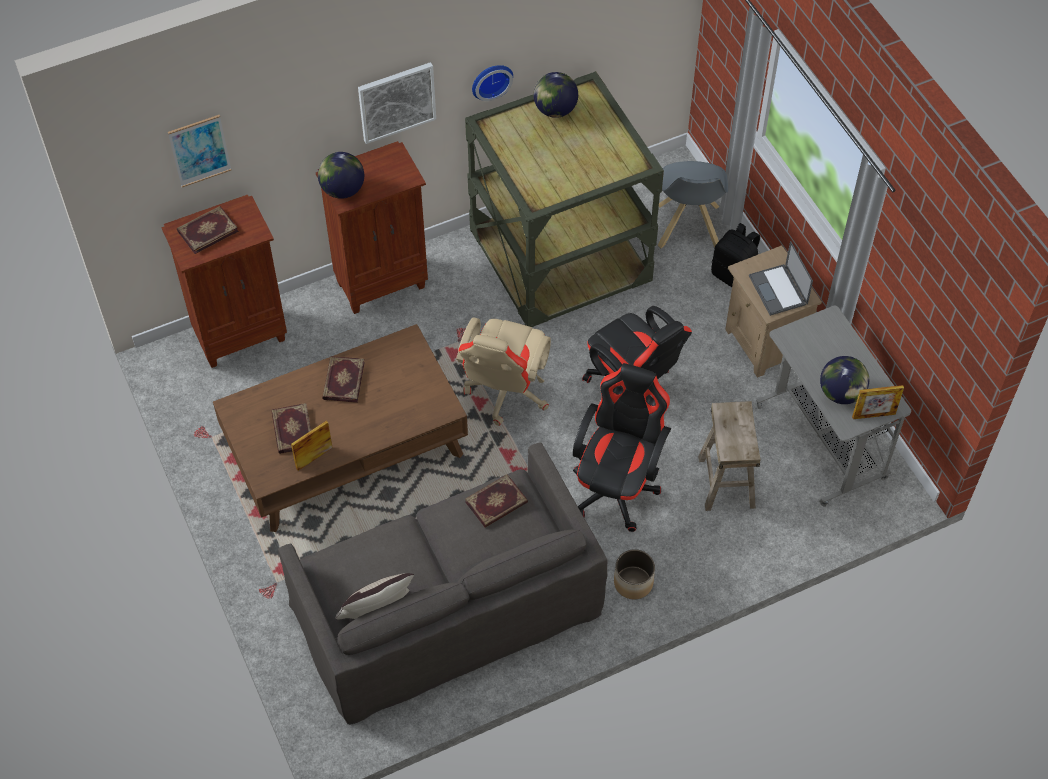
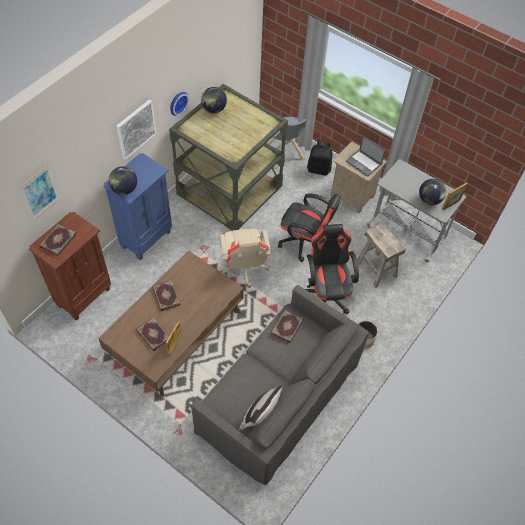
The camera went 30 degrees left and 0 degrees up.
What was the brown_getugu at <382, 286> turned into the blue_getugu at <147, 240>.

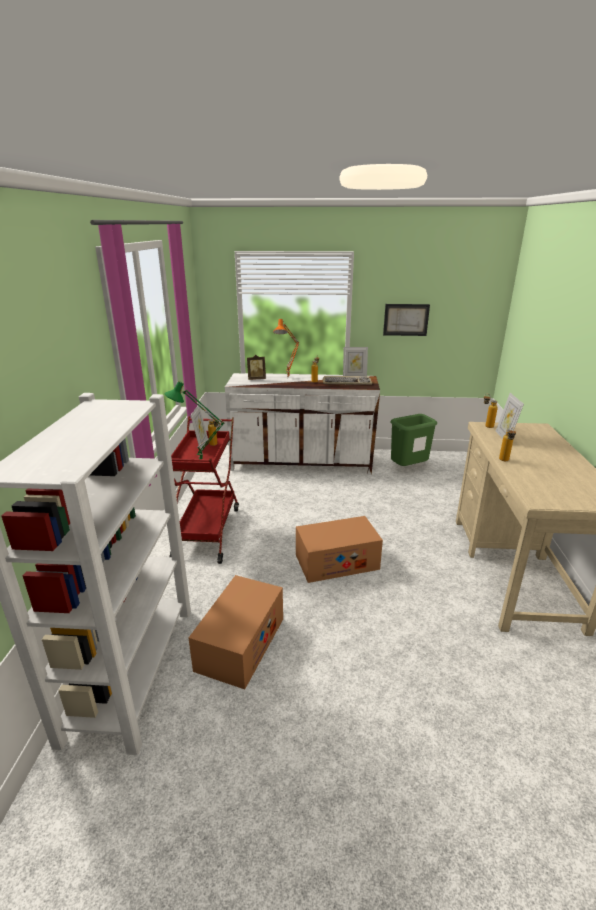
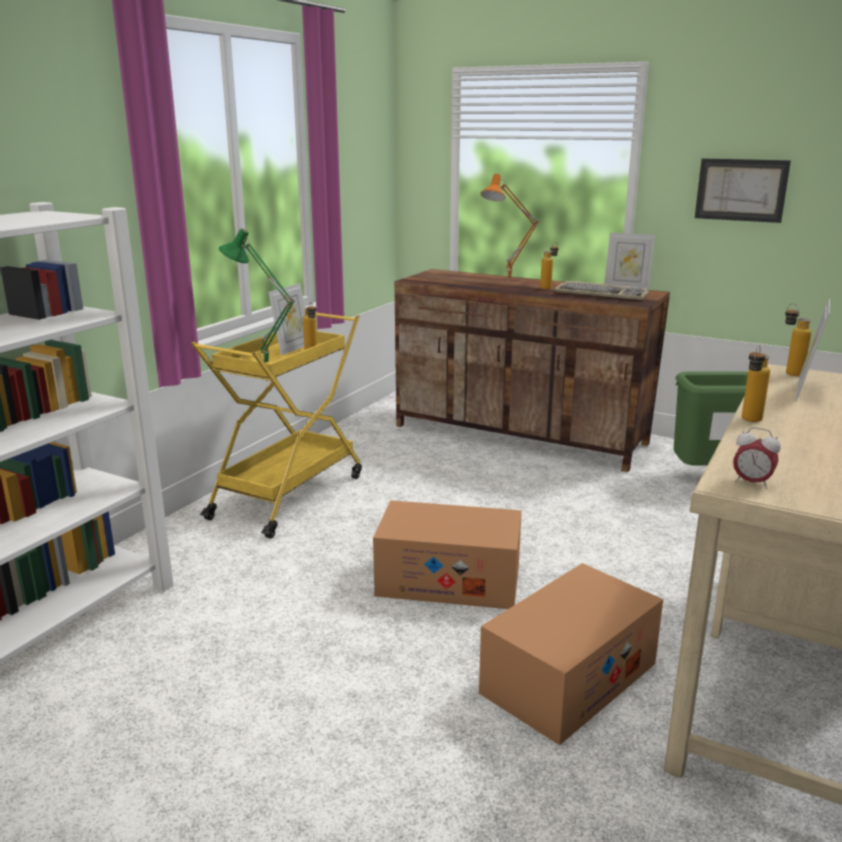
The camera went 25 degrees right and 5 degrees down.
The second view lost the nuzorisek at <256, 379>.
The second view gained the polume at <751, 483>.
The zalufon ended up elsewhere, having gone from <240, 644> to <569, 678>.
What was the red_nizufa at <208, 533> turned into the yellow_nizufa at <289, 496>.
What was the white_getugu at <302, 463> turned into the brown_getugu at <520, 436>.

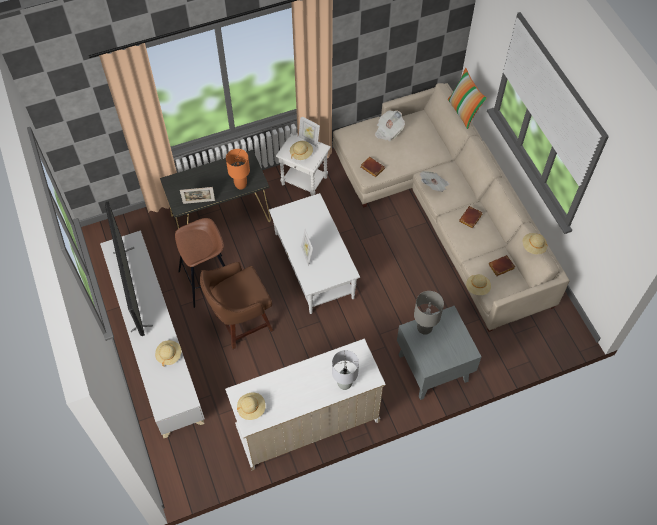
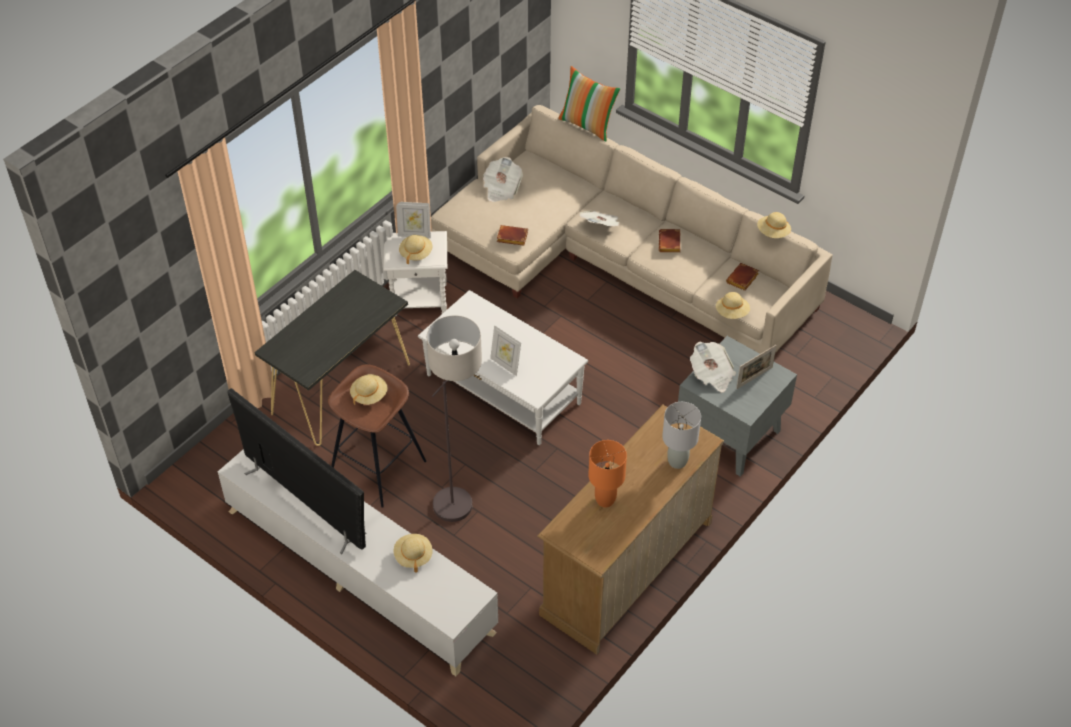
The camera went 30 degrees left and 10 degrees down.
The nuzorisek ended up elsewhere, having gone from <199, 202> to <754, 378>.
The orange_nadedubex ended up elsewhere, having gone from <241, 185> to <605, 500>.
The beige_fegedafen ended up elsewhere, having gone from <251, 408> to <369, 395>.
Where the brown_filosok stood at <241, 324>, the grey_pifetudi came to stand at <459, 497>.
Where the grey_nadedubex stood at <424, 329>, the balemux came to stand at <712, 375>.
What was the white_getugu at <306, 423> turned into the brown_getugu at <625, 568>.

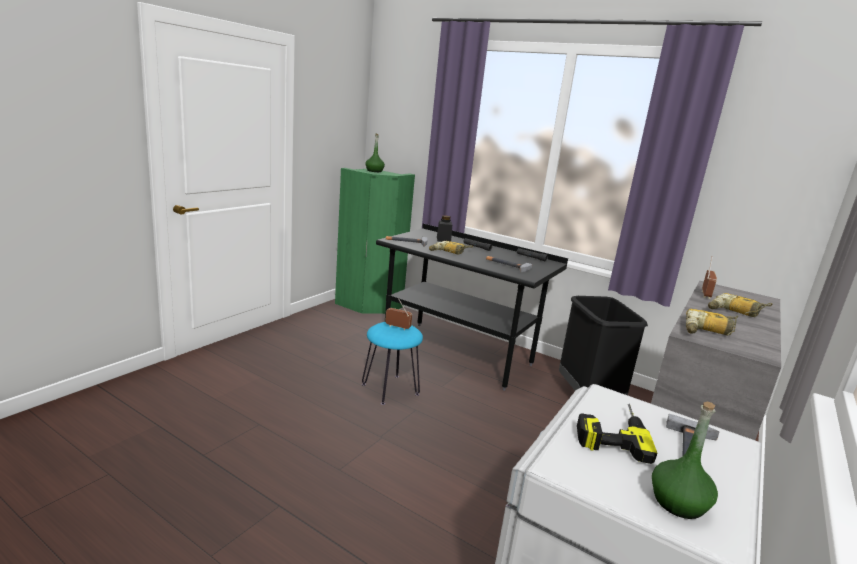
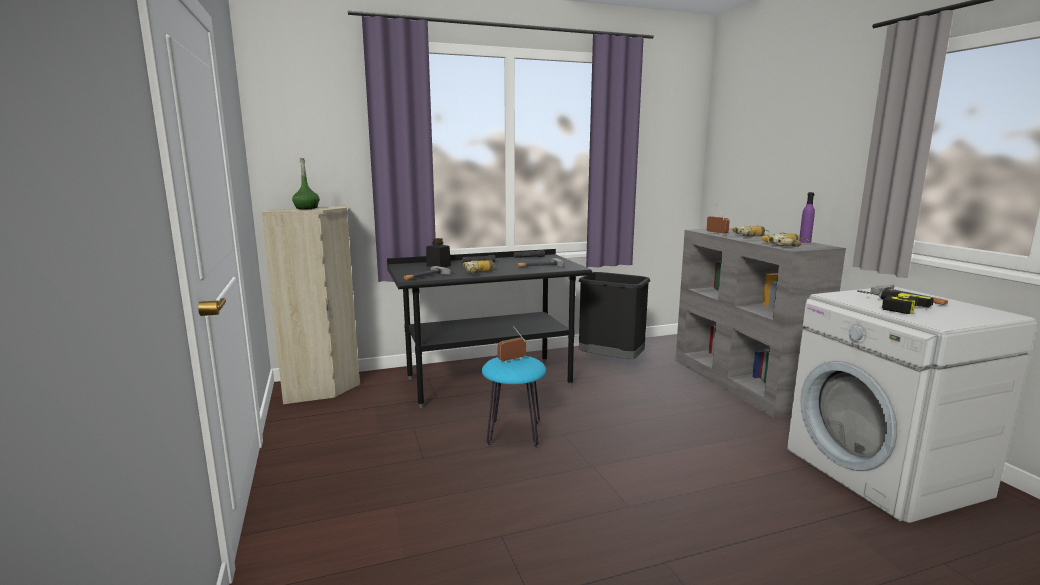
The camera went 50 degrees left and 5 degrees down.
The second view lost the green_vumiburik at <678, 503>.
The second view gained the purple_vumiburik at <804, 242>.
What was the green_getugu at <369, 304> turned into the beige_getugu at <322, 387>.

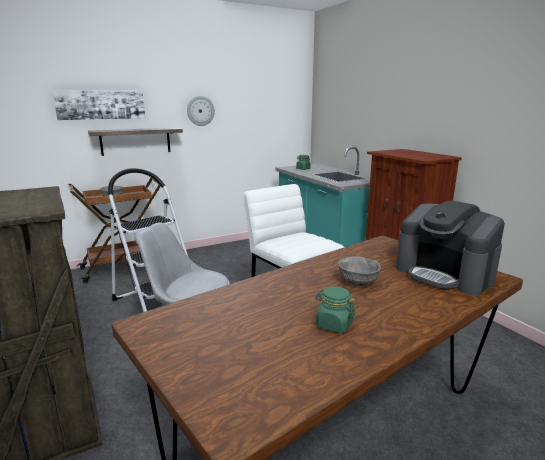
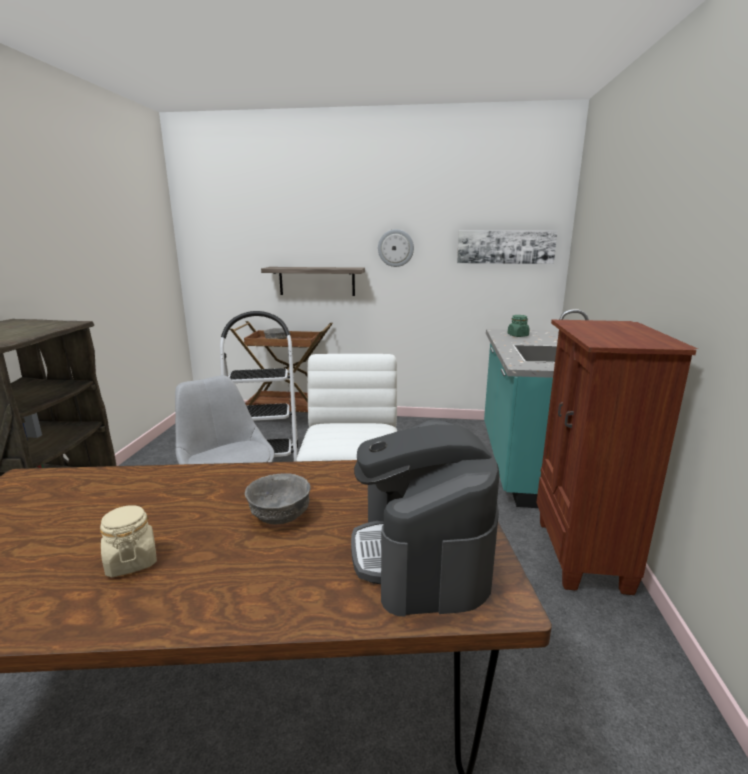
The camera went 35 degrees right and 0 degrees up.
The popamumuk ended up elsewhere, having gone from <101, 104> to <505, 247>.
What was the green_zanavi at <334, 325> turned into the beige_zanavi at <131, 561>.

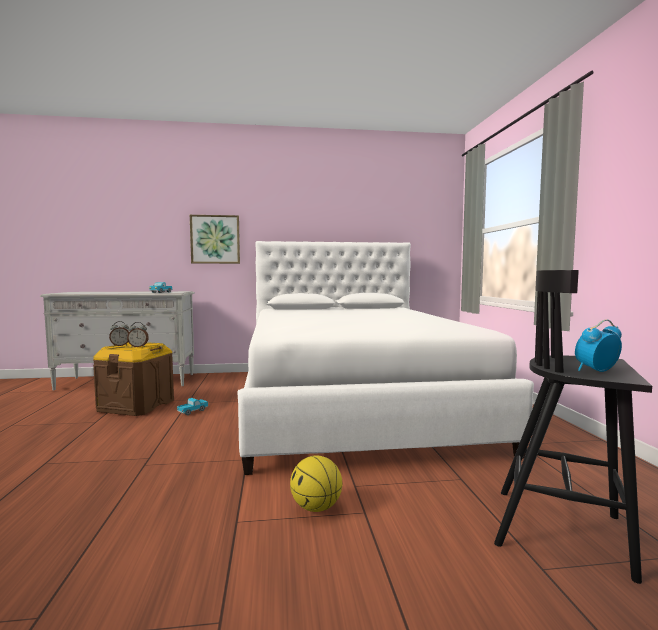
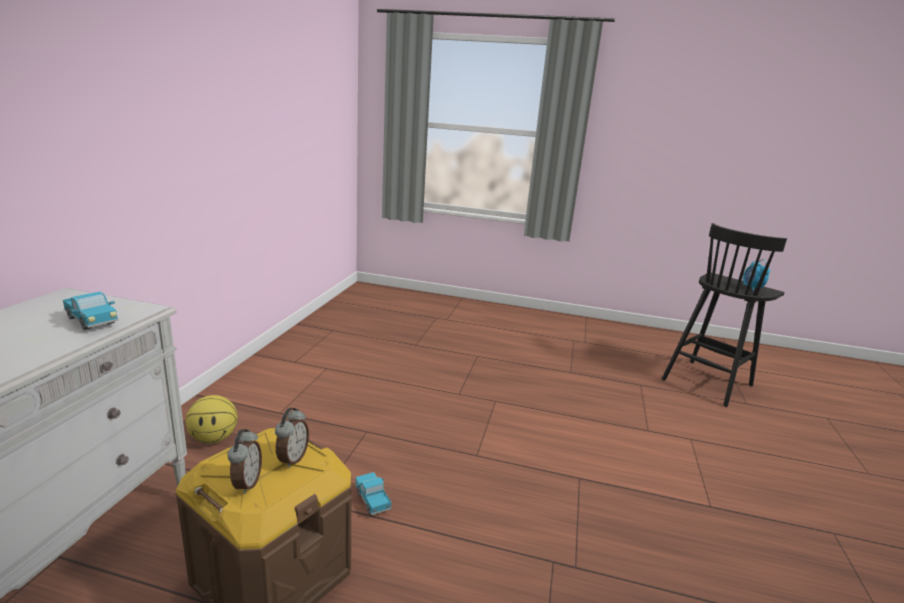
The camera went 70 degrees left and 15 degrees up.
The second view lost the popamumuk at <215, 239>.
The second view lost the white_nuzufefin at <353, 402>.
The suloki ended up elsewhere, having gone from <316, 508> to <214, 438>.

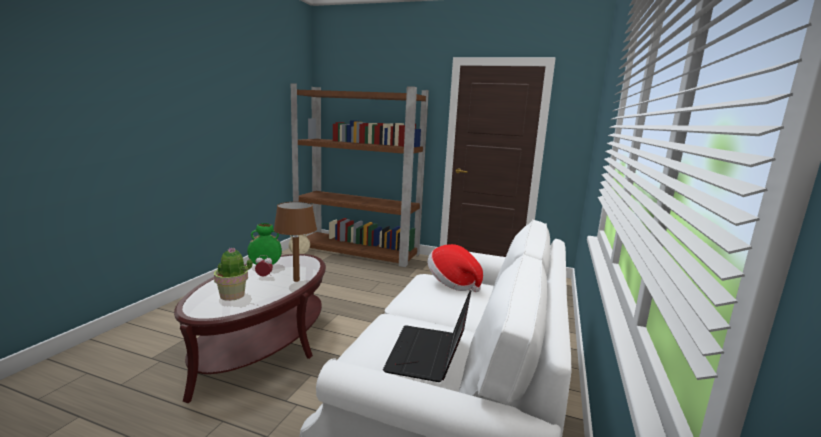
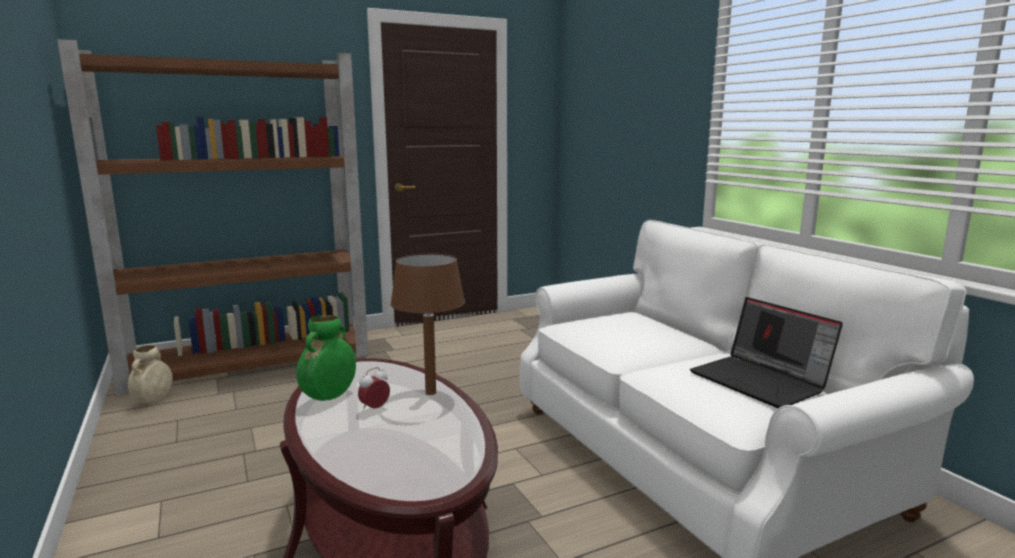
The camera went 45 degrees left and 0 degrees up.
The second view lost the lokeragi at <232, 295>.
The second view lost the fegedafen at <452, 283>.

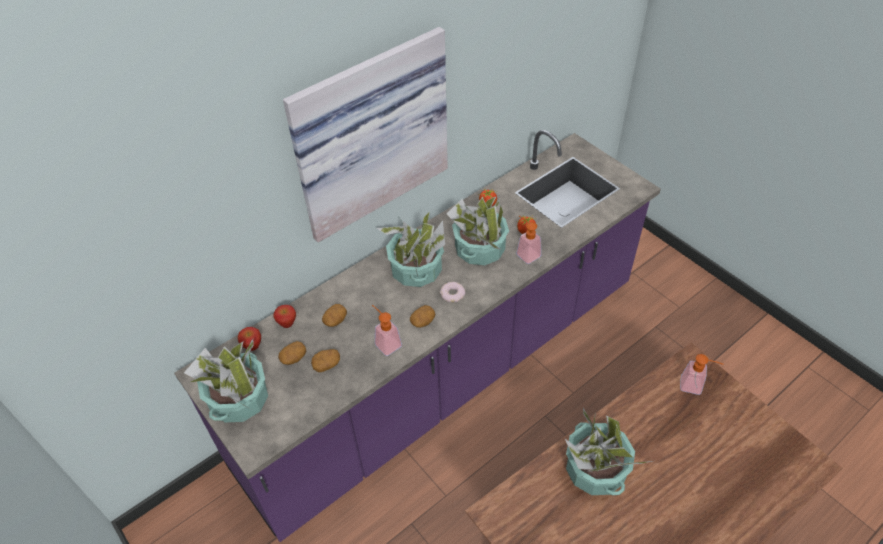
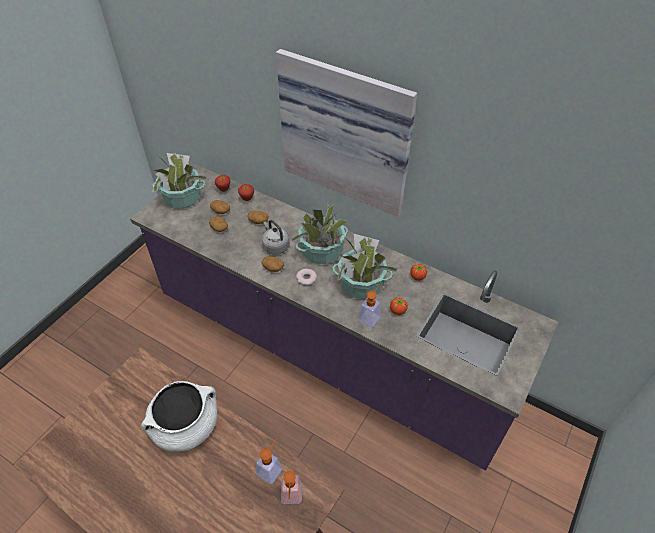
The camera went 70 degrees right and 0 degrees up.
The second view gained the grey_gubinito at <275, 246>.
The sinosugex ended up elsewhere, having gone from <385, 342> to <272, 468>.
Where the lokeragi stood at <595, 470>, the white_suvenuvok came to stand at <186, 426>.

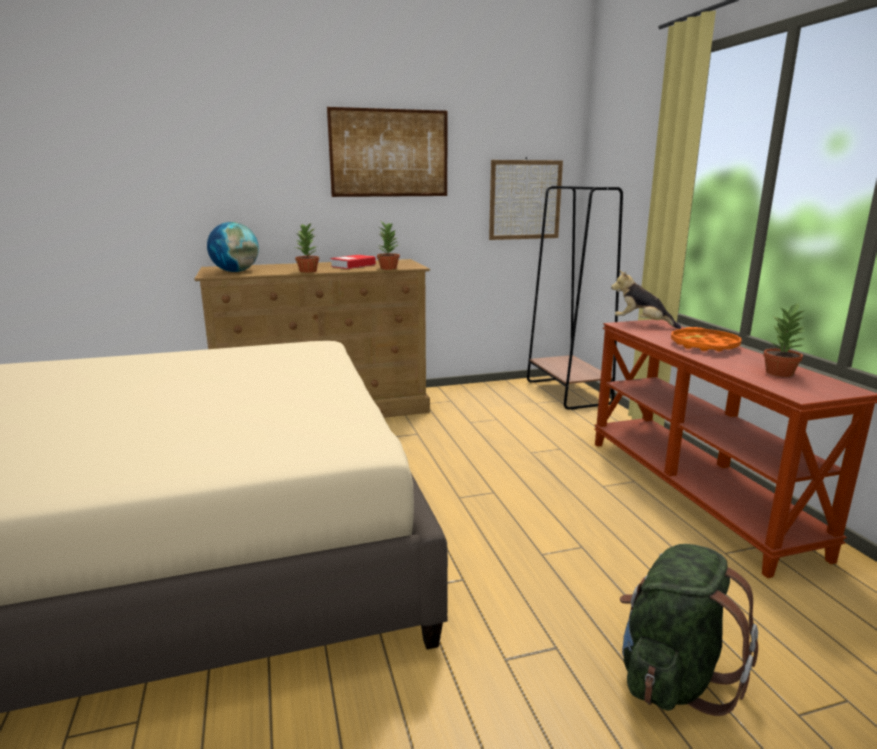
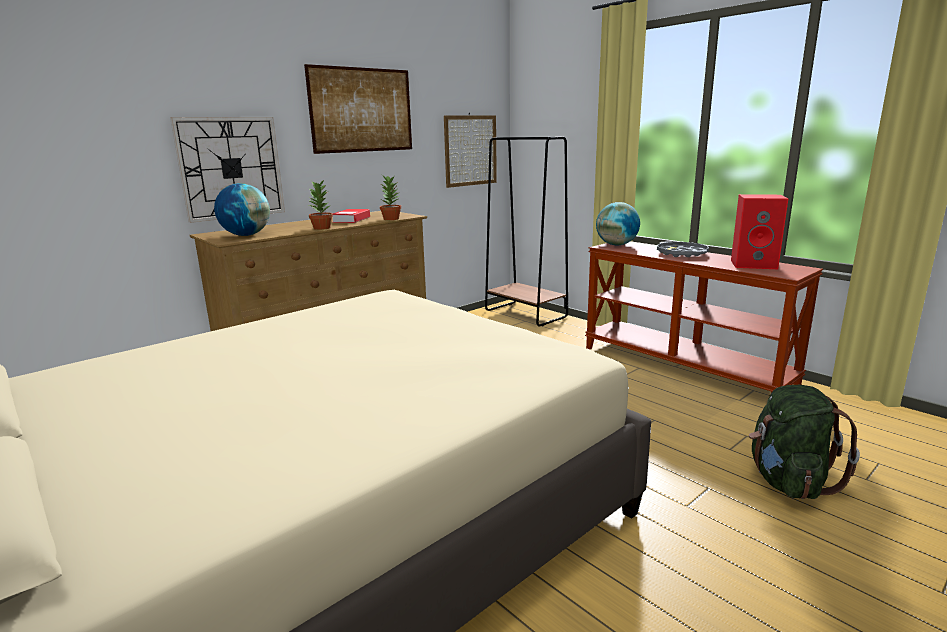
The camera went 25 degrees left and 0 degrees up.
The second view gained the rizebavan at <231, 168>.
Where the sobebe stood at <642, 324>, the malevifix came to stand at <616, 245>.
Where the lokeragi stood at <780, 373>, the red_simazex came to stand at <754, 264>.
What was the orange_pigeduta at <704, 345> turned into the grey_pigeduta at <681, 253>.

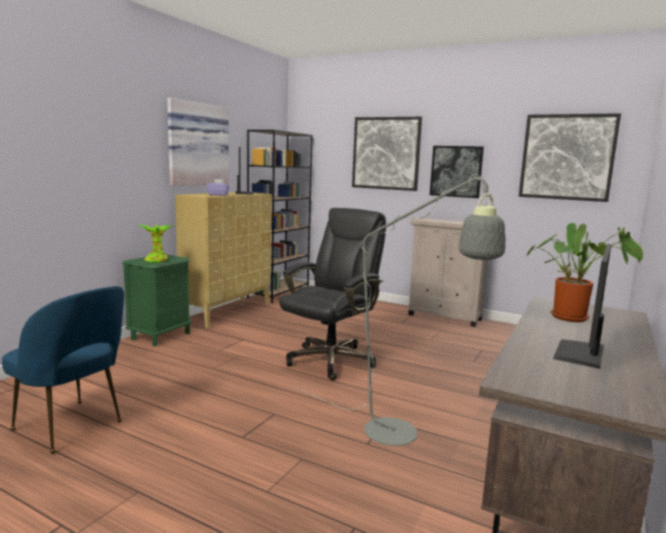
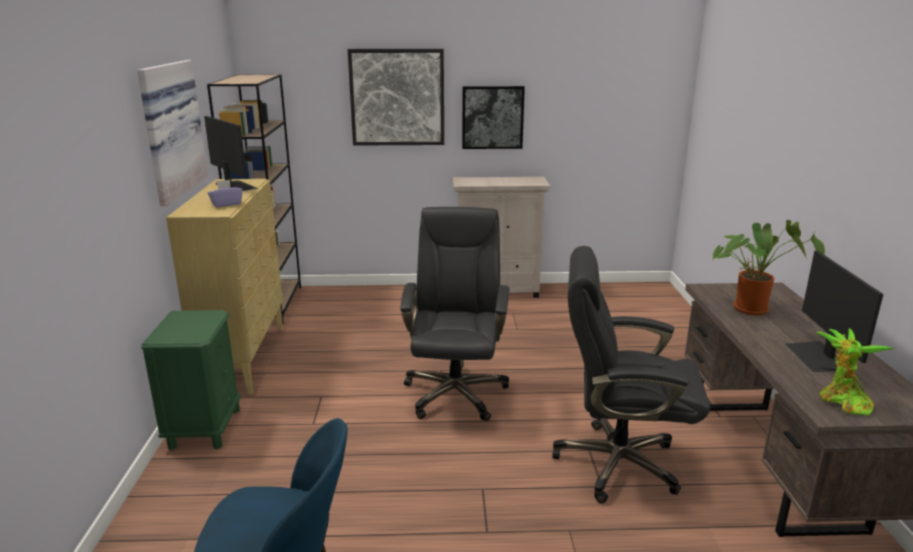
The camera went 30 degrees left and 10 degrees up.
The second view lost the popamumuk at <567, 157>.
The lokeragi ended up elsewhere, having gone from <156, 260> to <842, 402>.
Where the grey_pifetudi stood at <403, 436>, the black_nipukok came to stand at <620, 463>.

